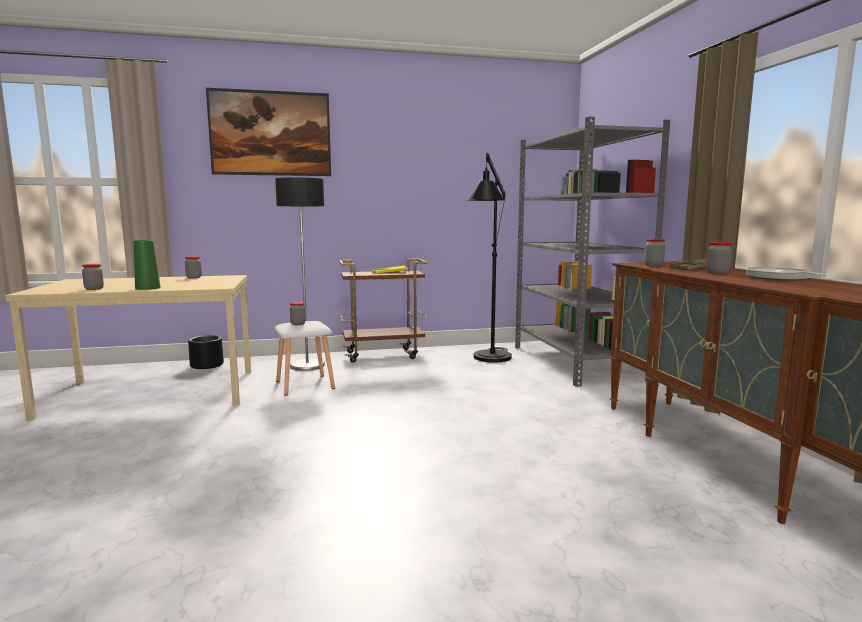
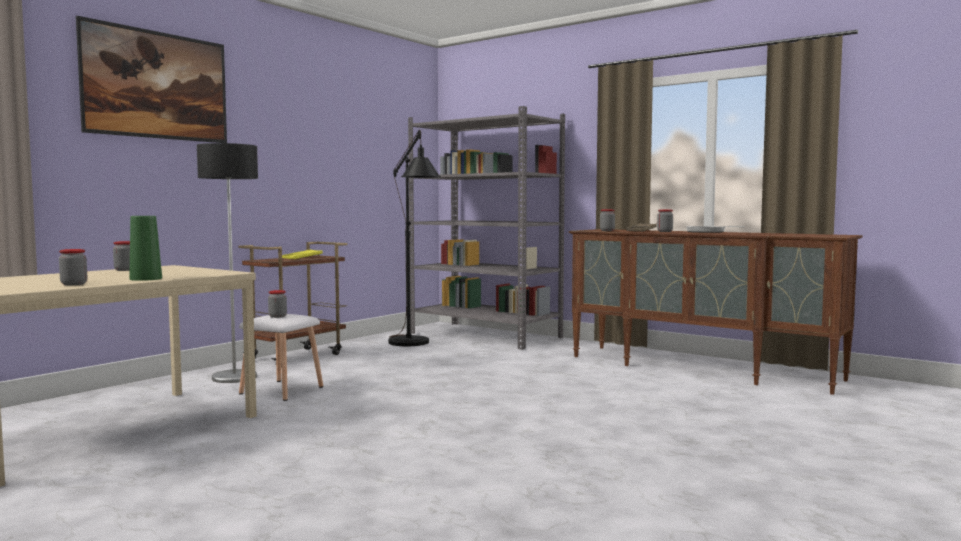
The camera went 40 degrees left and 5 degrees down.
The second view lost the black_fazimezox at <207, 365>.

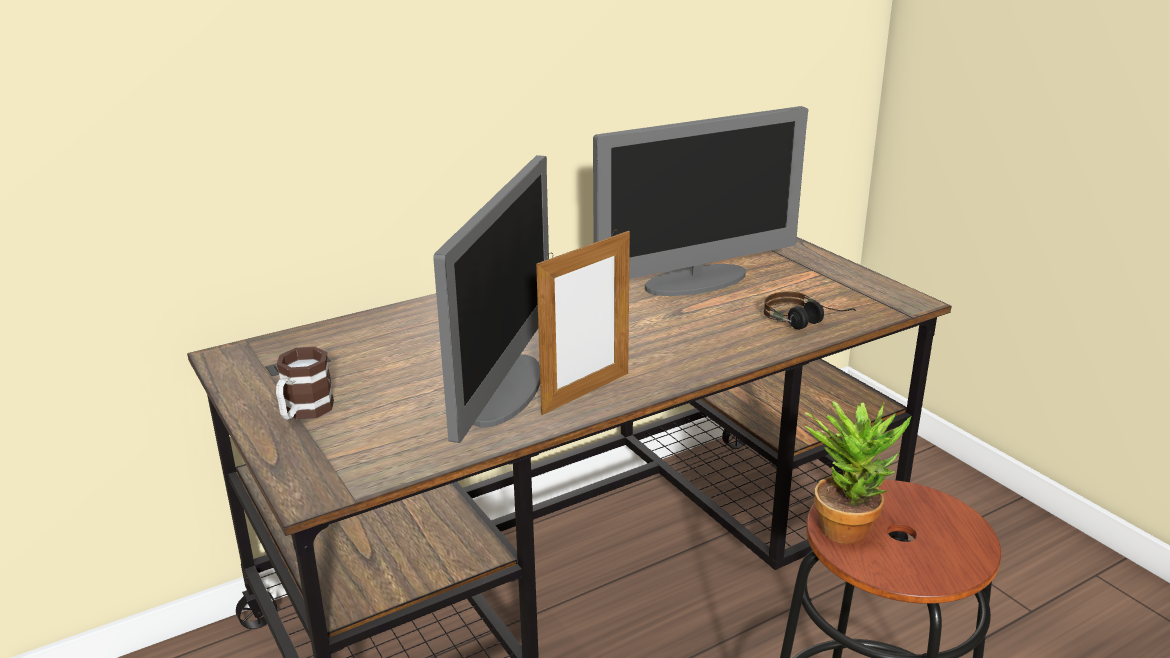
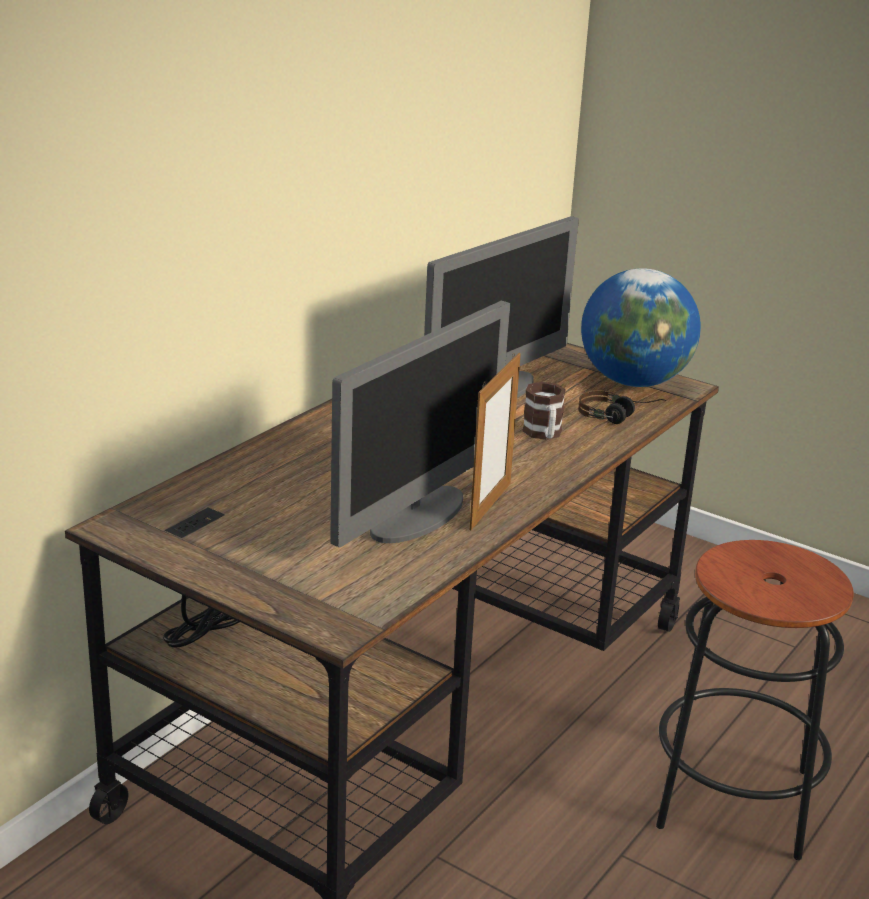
The camera went 25 degrees left and 0 degrees up.
The second view lost the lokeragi at <848, 525>.
The second view gained the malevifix at <634, 382>.
The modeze ended up elsewhere, having gone from <303, 412> to <544, 434>.
The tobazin at <504, 390> ended up facing another way, 45 degrees clockwise from before.

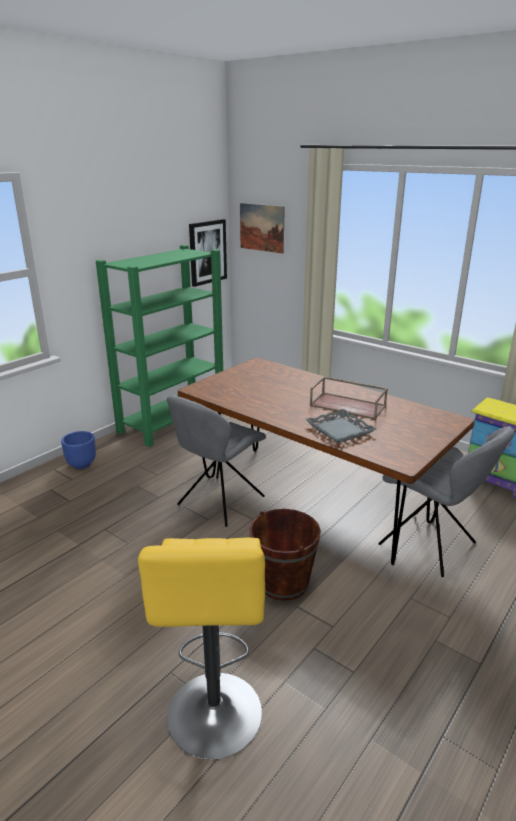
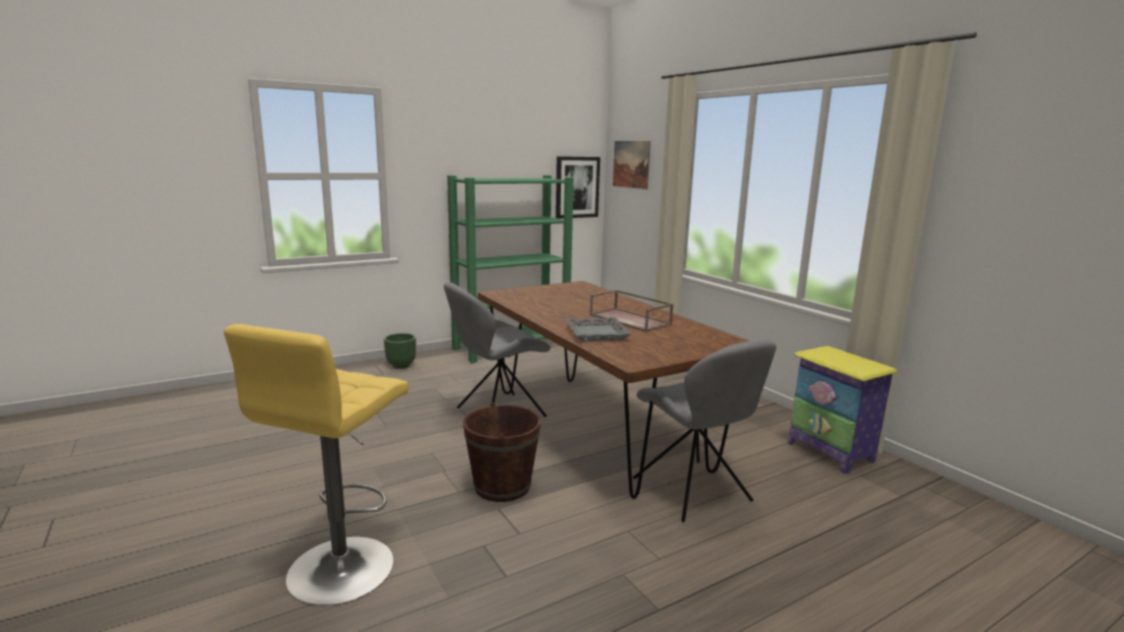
The camera went 20 degrees right and 10 degrees down.
What was the blue_fazimezox at <81, 464> turned into the green_fazimezox at <401, 365>.

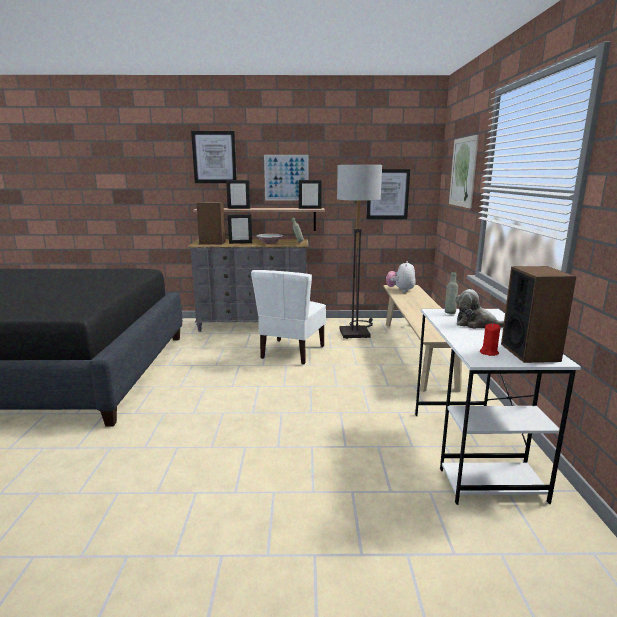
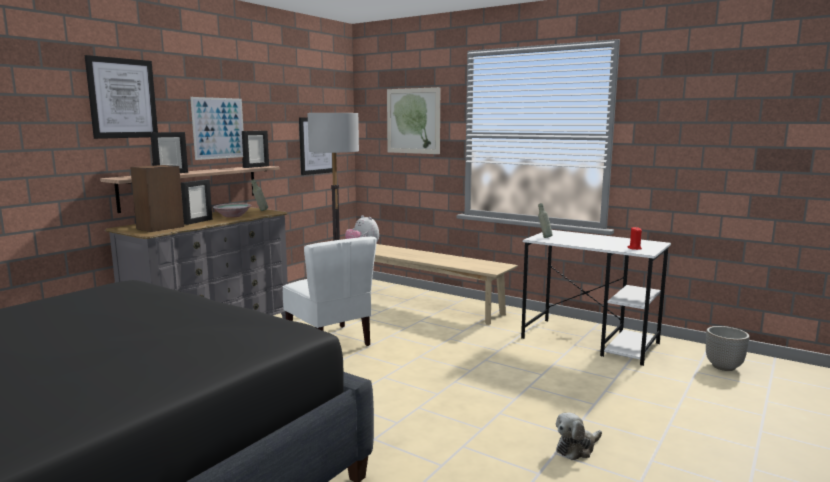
The camera went 55 degrees left and 5 degrees down.
The second view lost the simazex at <530, 352>.
The second view gained the fazimezox at <724, 367>.
The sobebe ended up elsewhere, having gone from <476, 324> to <577, 448>.

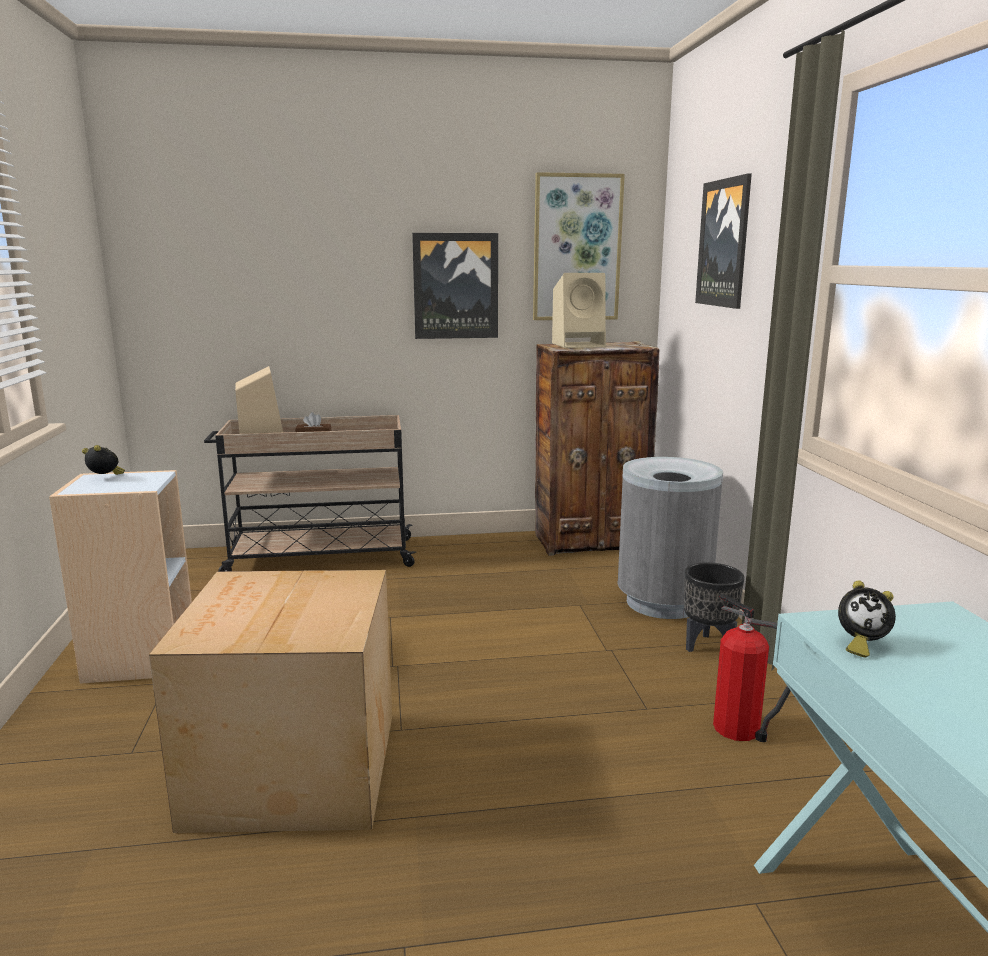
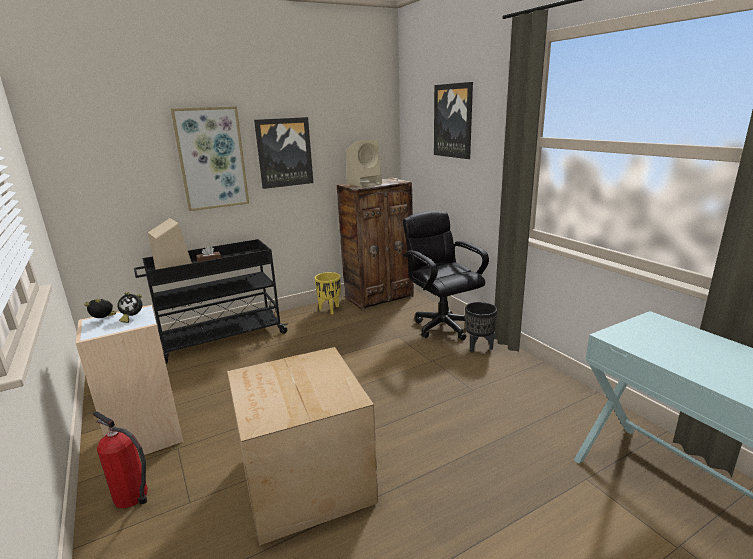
The camera went 20 degrees left and 5 degrees up.
The second view gained the yellow_fazimezox at <330, 309>.
The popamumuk ended up elsewhere, having gone from <577, 248> to <212, 158>.
The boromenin ended up elsewhere, having gone from <741, 729> to <133, 496>.
The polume ended up elsewhere, having gone from <859, 645> to <132, 318>.
Where the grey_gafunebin stood at <663, 602>, the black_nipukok came to stand at <441, 326>.
What was the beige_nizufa at <318, 557> turned into the black_nizufa at <220, 338>.

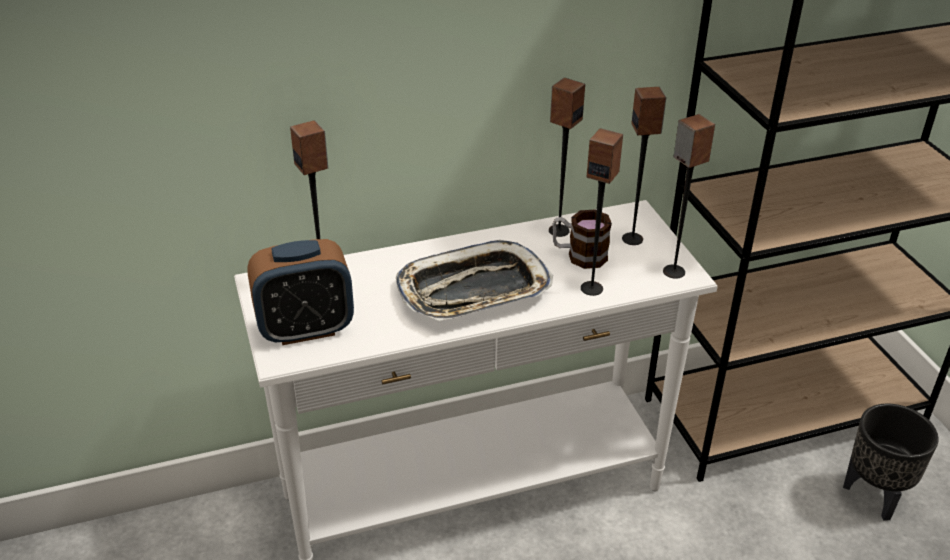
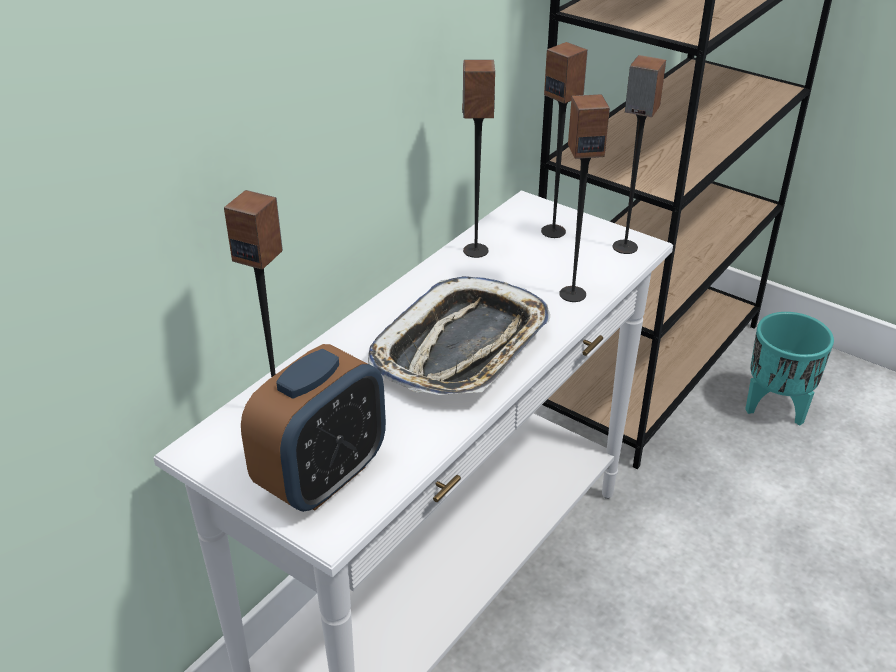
The camera went 35 degrees left and 0 degrees up.
The second view lost the modeze at <579, 255>.
What was the black_fazimezox at <875, 495> turned into the turquoise_fazimezox at <776, 407>.

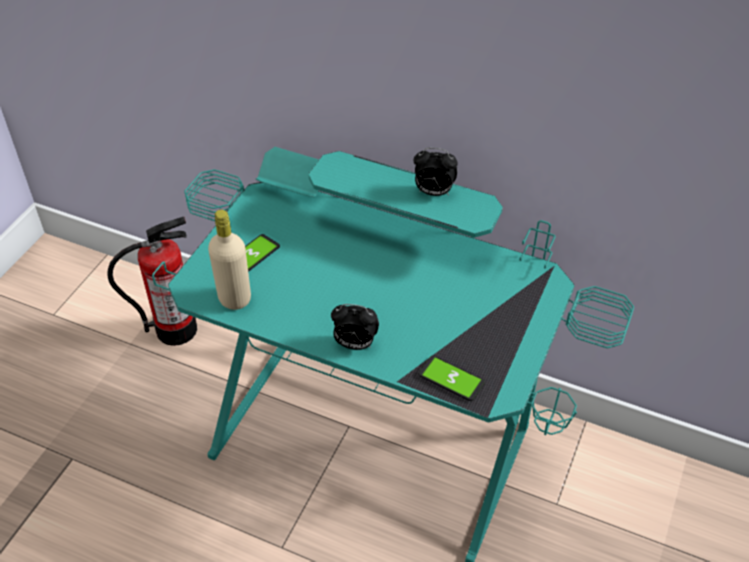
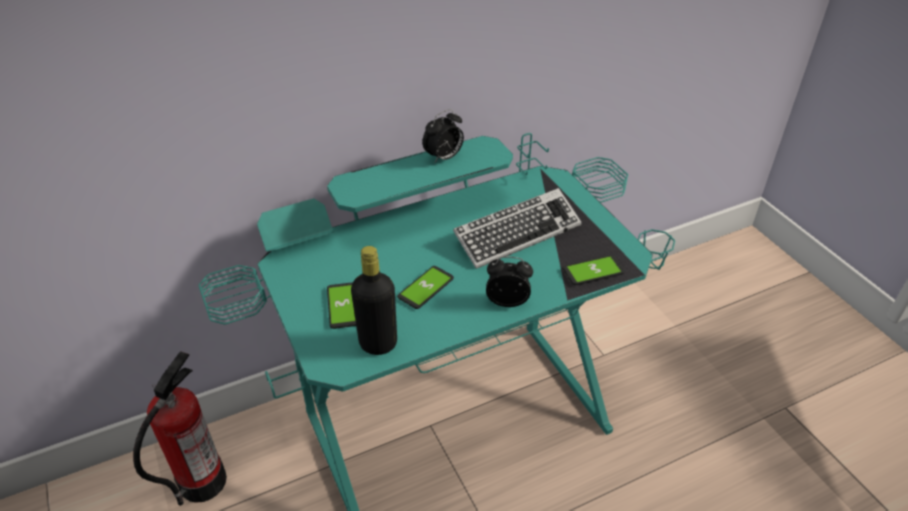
The camera went 50 degrees left and 5 degrees down.
The second view gained the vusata at <426, 288>.
The second view gained the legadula at <517, 233>.
What was the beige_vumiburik at <234, 298> turned into the black_vumiburik at <378, 343>.
The polume at <354, 344> ended up facing another way, 135 degrees counterclockwise from before.

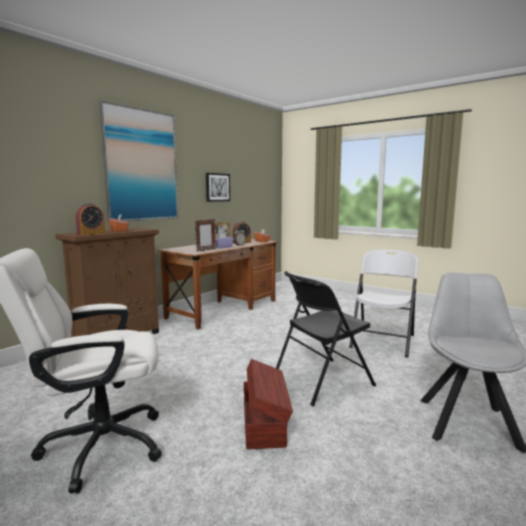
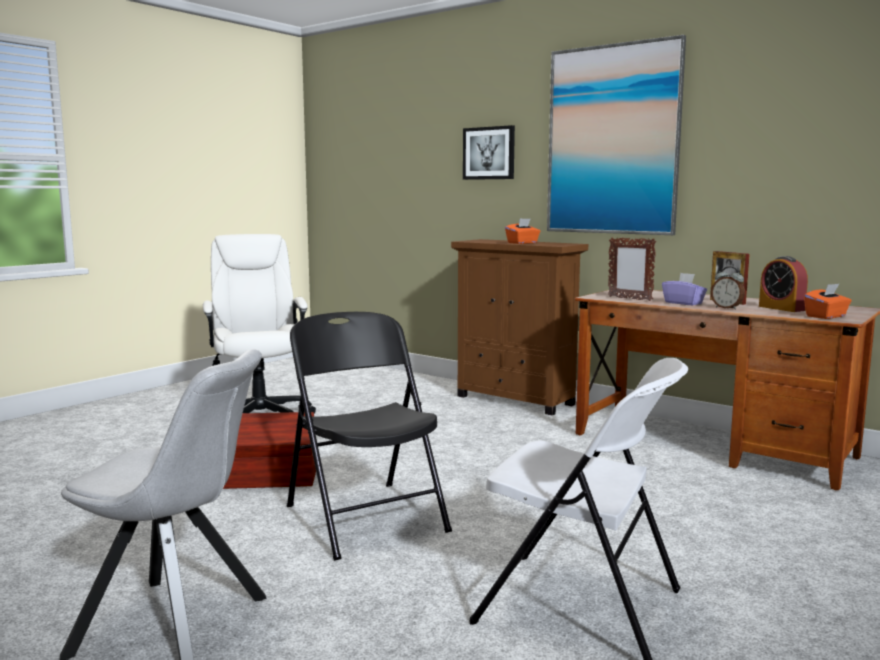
The camera went 90 degrees right and 0 degrees up.
The second view lost the polume at <91, 234>.
The popamumuk ended up elsewhere, having gone from <217, 187> to <489, 153>.

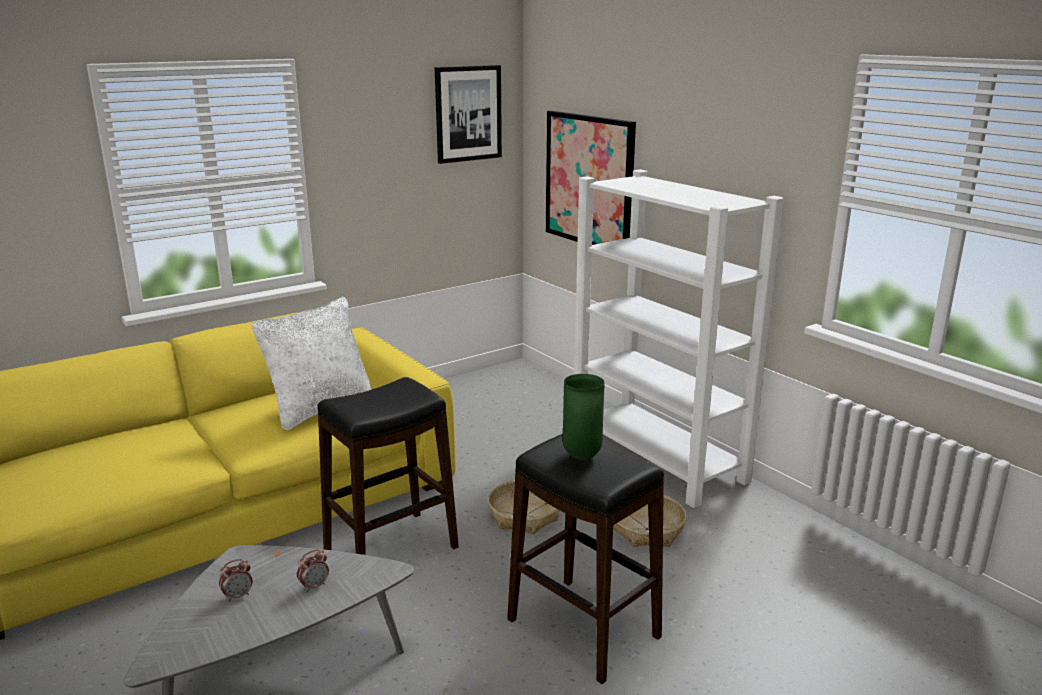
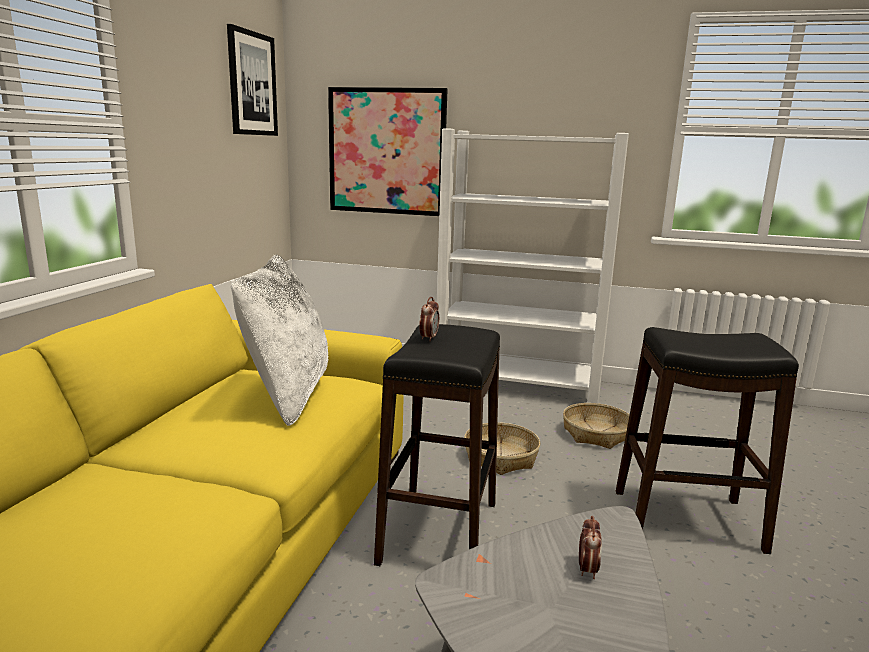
The camera went 40 degrees left and 5 degrees down.
The second view lost the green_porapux at <580, 455>.
The polume ended up elsewhere, having gone from <238, 596> to <428, 338>.

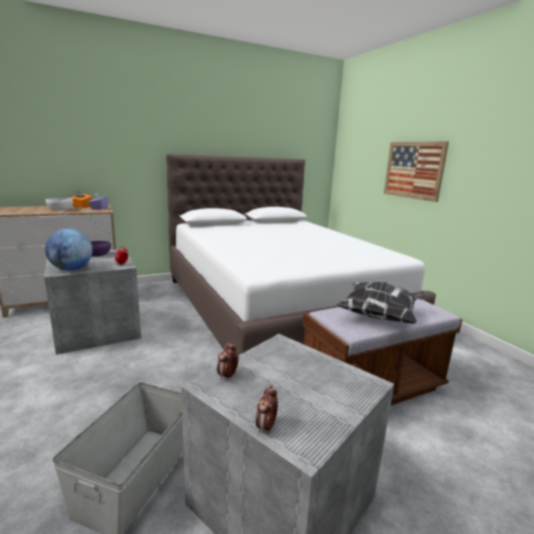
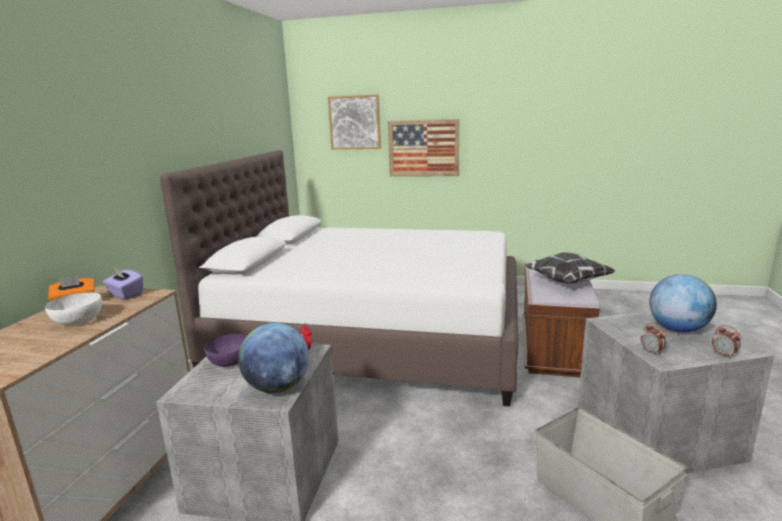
The camera went 50 degrees left and 0 degrees up.
The second view gained the popamumuk at <355, 122>.
The second view gained the malevifix at <677, 329>.

